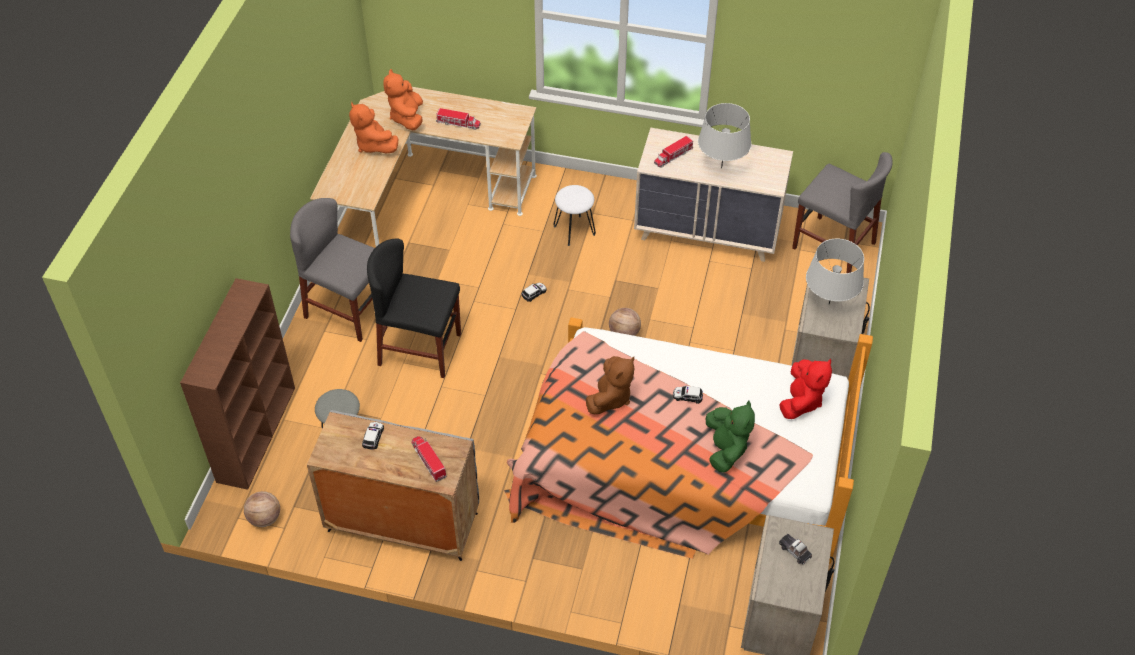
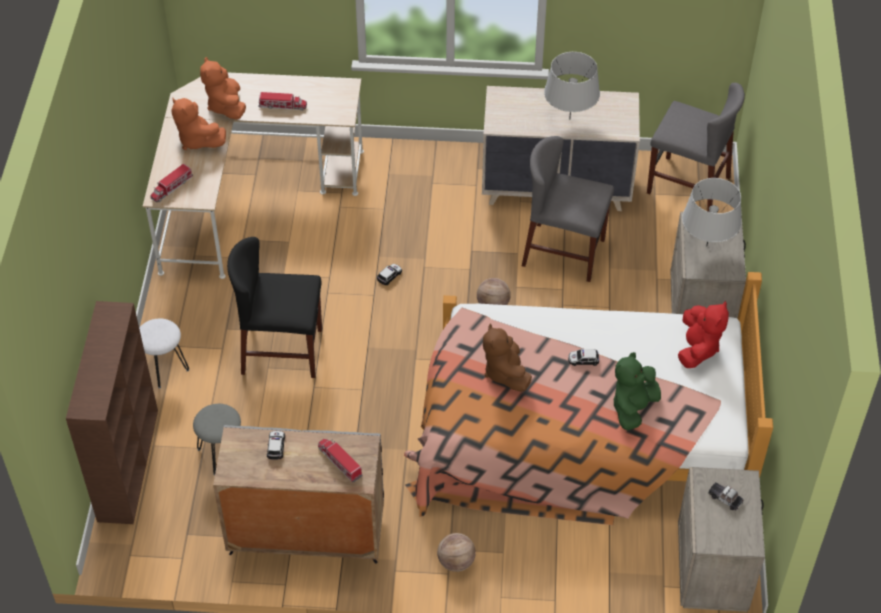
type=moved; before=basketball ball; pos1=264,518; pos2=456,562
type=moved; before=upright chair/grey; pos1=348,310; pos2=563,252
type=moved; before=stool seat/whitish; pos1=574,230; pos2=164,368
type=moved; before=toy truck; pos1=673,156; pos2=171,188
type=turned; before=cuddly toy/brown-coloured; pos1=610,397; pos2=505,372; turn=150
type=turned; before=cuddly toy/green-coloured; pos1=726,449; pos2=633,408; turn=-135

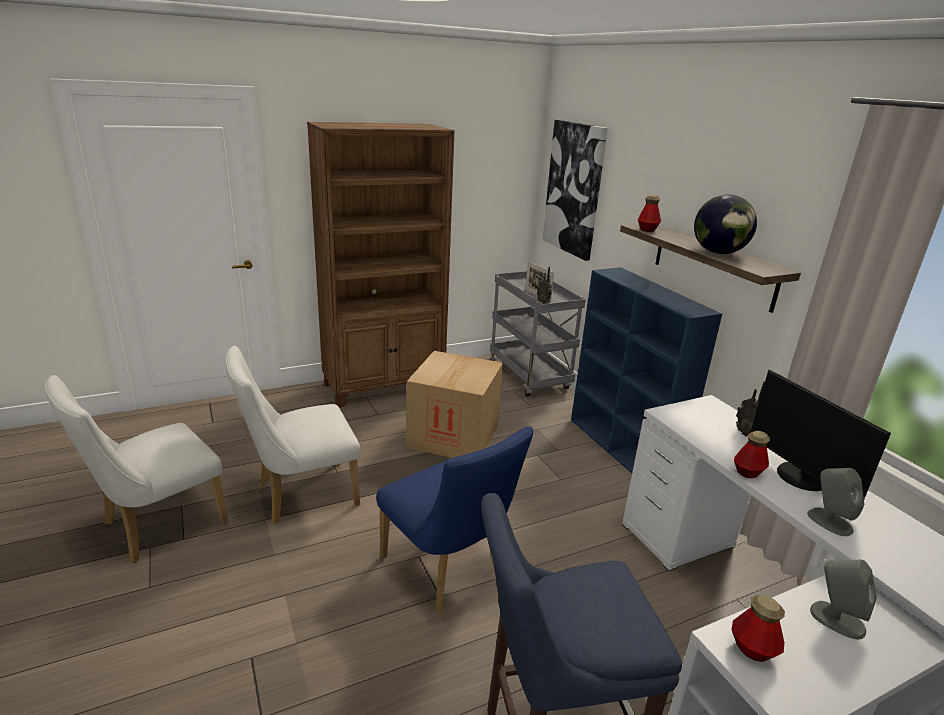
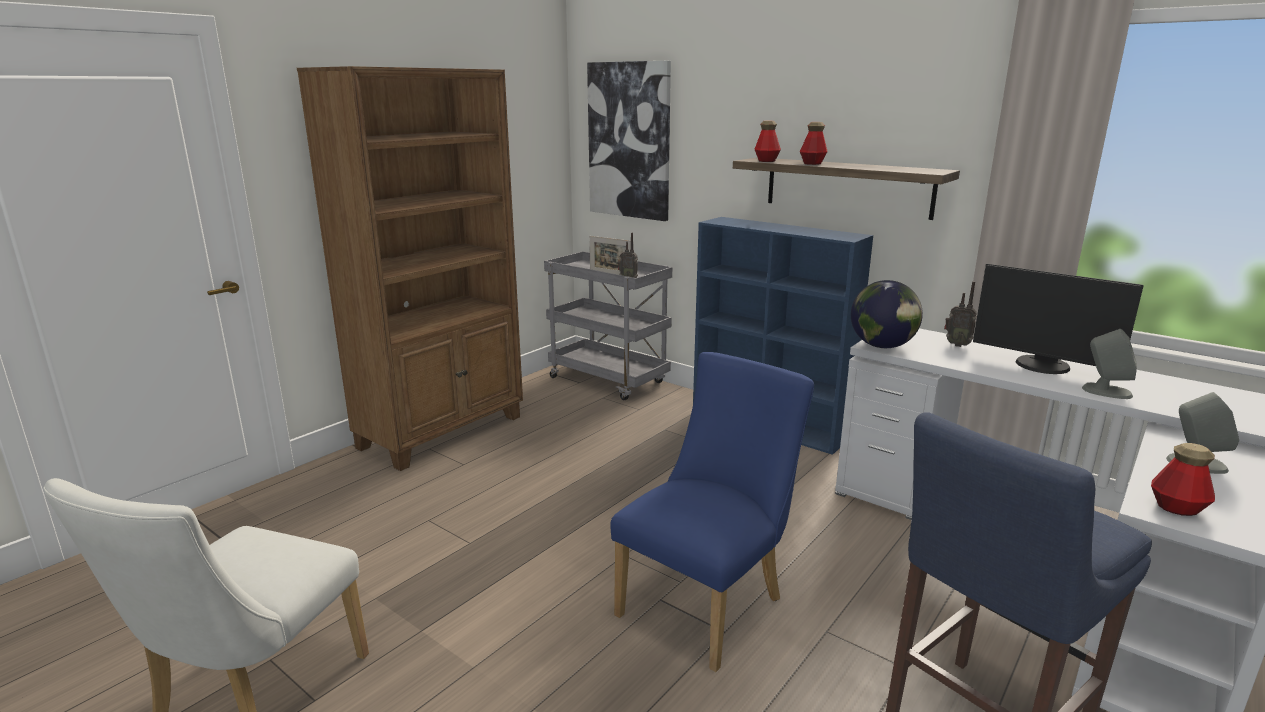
type=removed; before=upright chair/whitish; pos1=300,495
type=removed; before=packing box; pos1=453,436
type=moved; before=globe; pos1=718,253; pos2=882,346
type=moved; before=bottle; pos1=748,472; pos2=812,163
type=turned; before=upright chair/blue; pos1=448,571; pos2=708,602; turn=-75

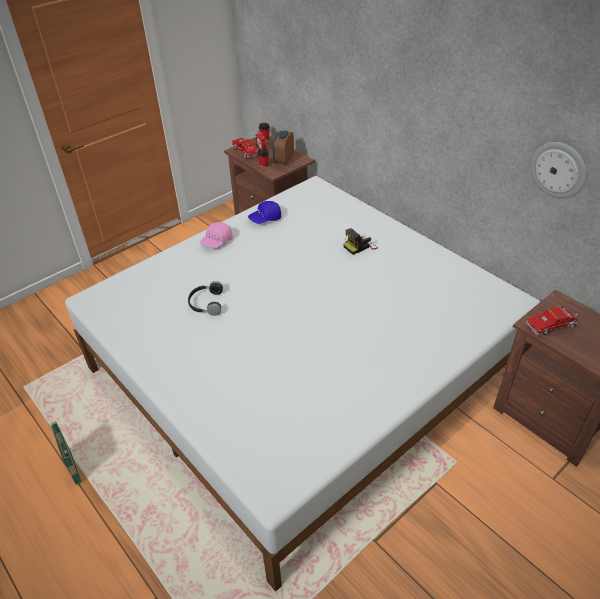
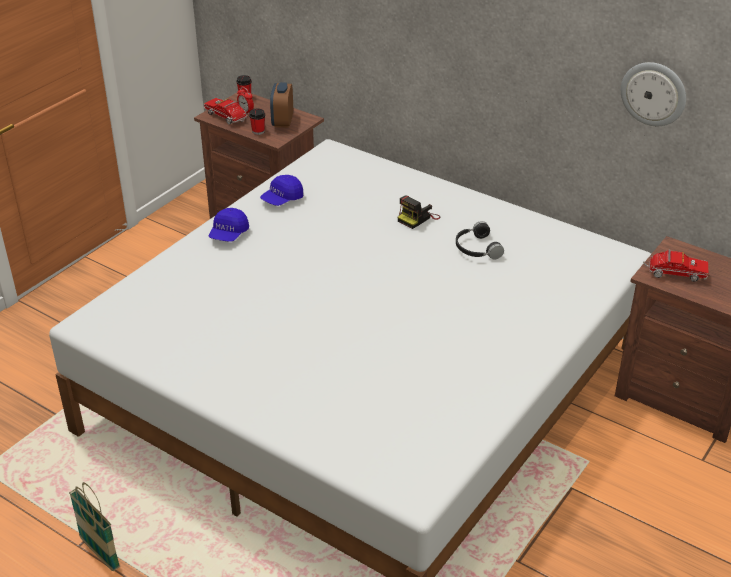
type=moved; before=headset/black-coloured; pos1=206,303; pos2=476,249
type=recoloured; before=baseball cap/pink-coloured; after=baseball cap/blue; pos1=217,241; pos2=229,234
type=turned; before=toy truck; pos1=552,325; pos2=673,274; turn=-135

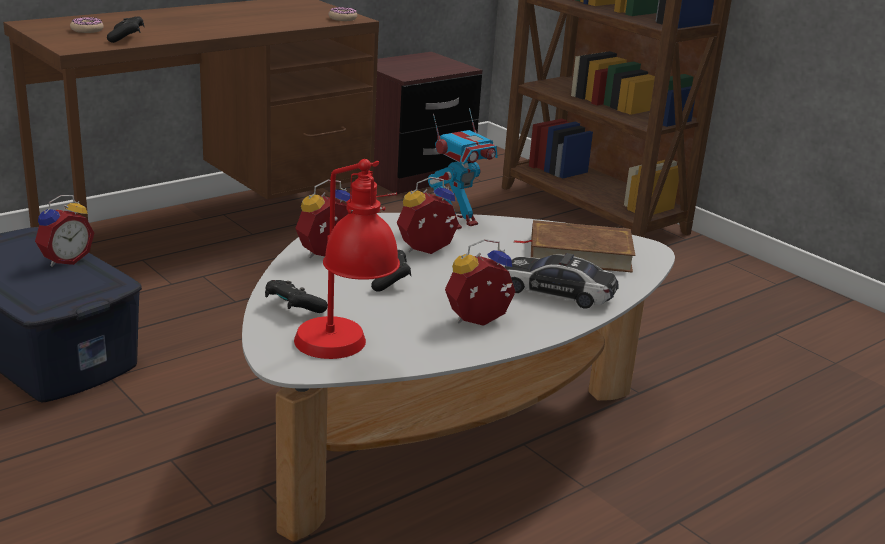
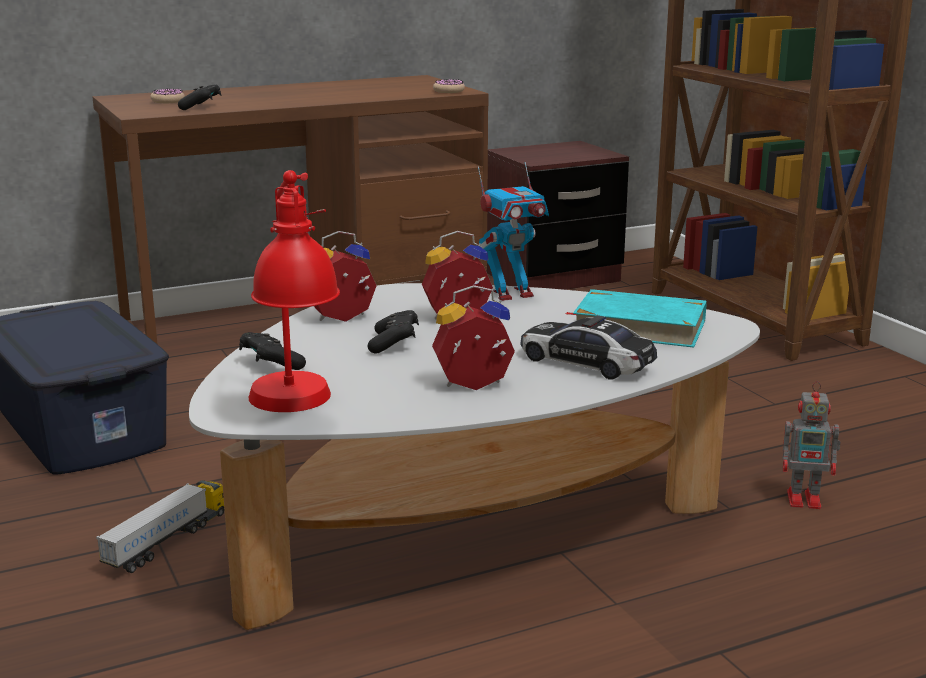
type=removed; before=table clock; pos1=65,260
type=added; after=toy truck; pos2=169,541
type=added; after=toy robot; pos2=806,499
type=recoloured; before=book/brown-coloured; after=book/blue-green; pos1=579,253; pos2=639,327

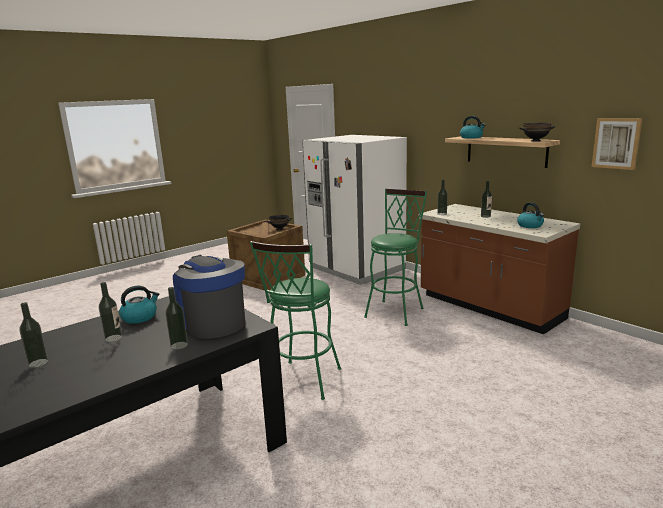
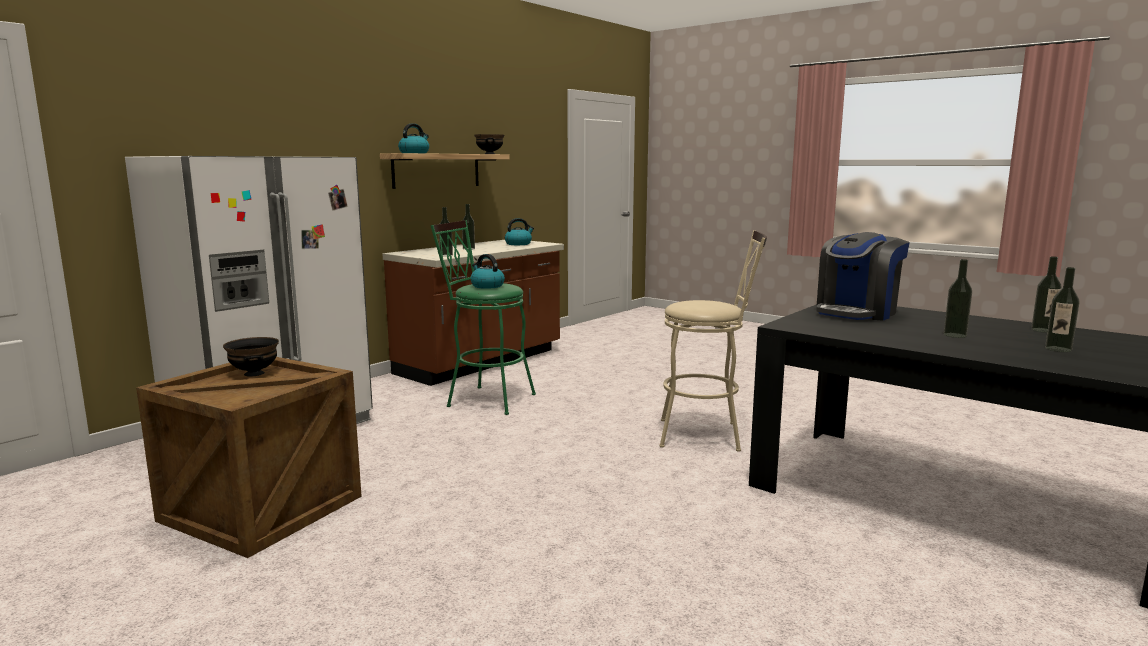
type=removed; before=wall art; pos1=616,143
type=moved; before=water kettle; pos1=140,317; pos2=487,286
type=moved; before=bottle; pos1=179,345; pos2=1043,330
type=recoloured; before=stool seat/green-coloured; after=stool seat/beige-coloured; pos1=302,383; pos2=708,435

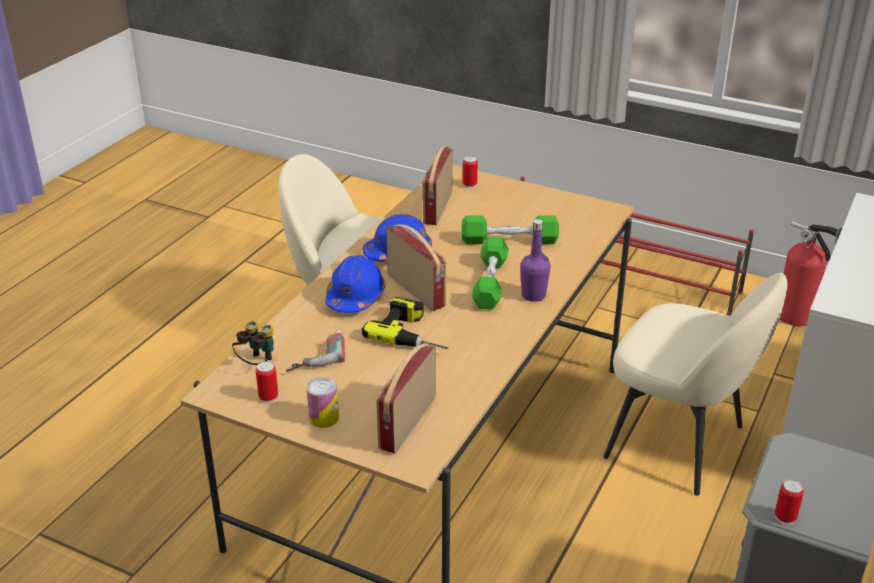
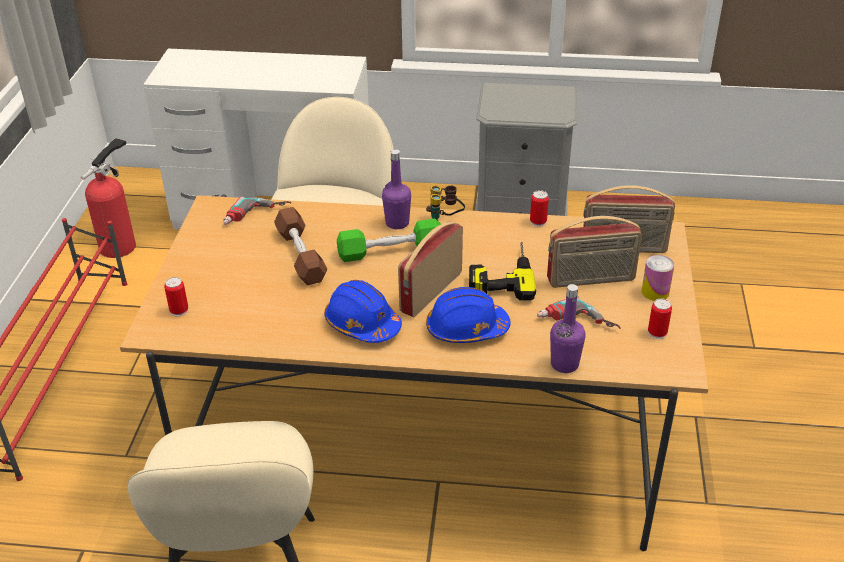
type=added; after=electric drill; pos2=257,216
type=added; after=bottle/purple-coloured; pos2=564,364
type=moved; before=pair of binoculars; pos1=257,363; pos2=445,221
type=moved; before=radio set; pos1=437,208; pos2=591,280
type=moved; before=can; pos1=785,517; pos2=538,222
type=recoloured; before=hand weight/green-coloured; after=hand weight/brown-coloured; pos1=509,240; pos2=301,256

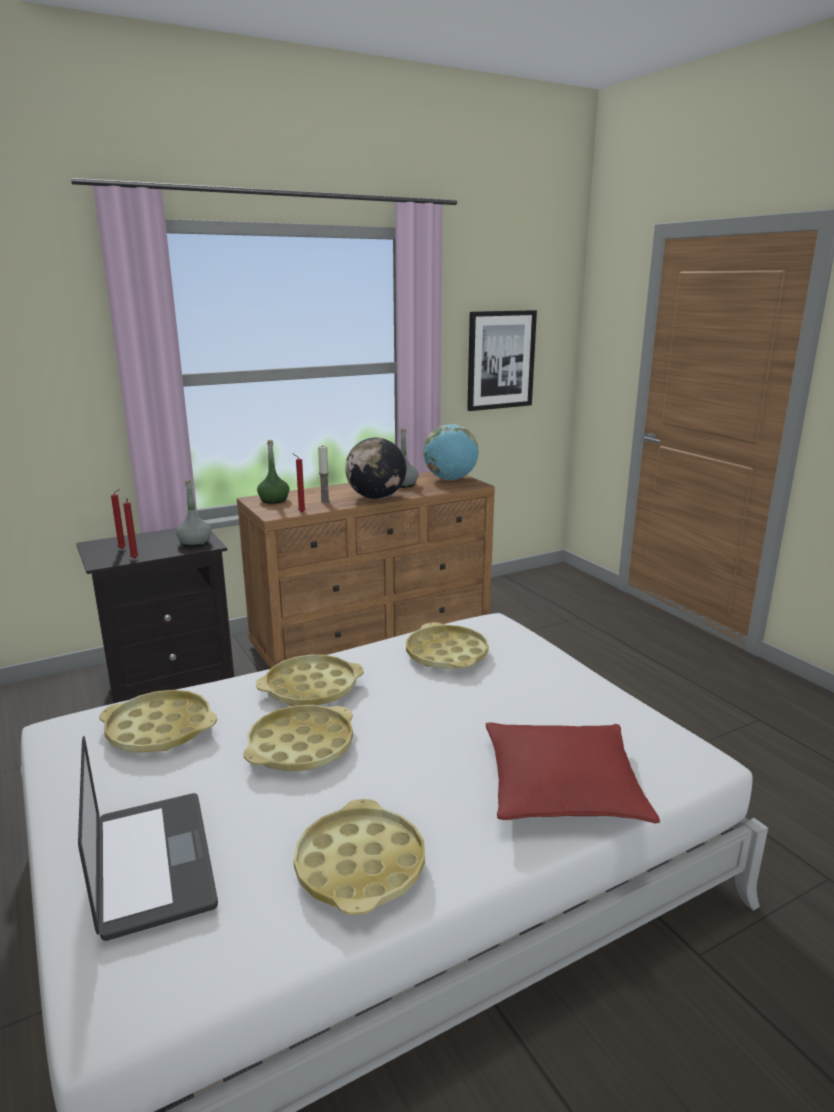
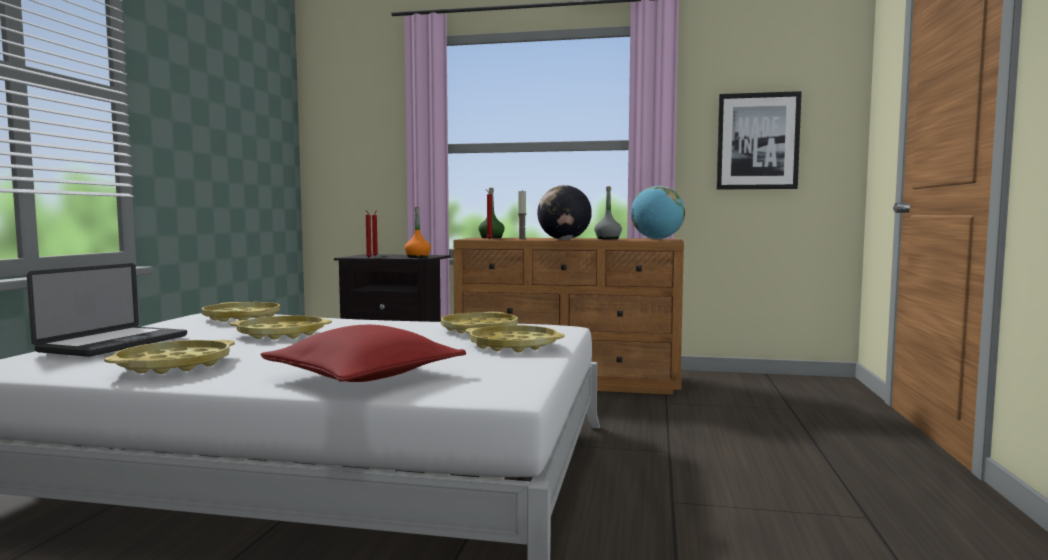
type=moved; before=tray/yellow-coloured; pos1=311,688; pos2=513,345
type=recoloured; before=bottle/grey; after=bottle/orangey; pos1=195,543; pos2=417,257

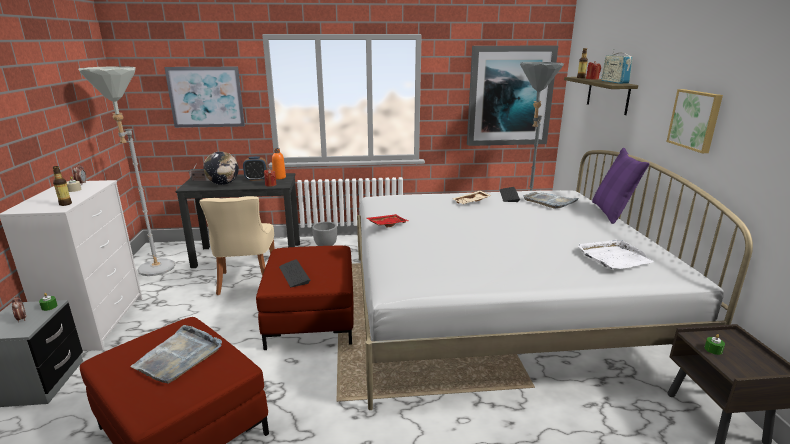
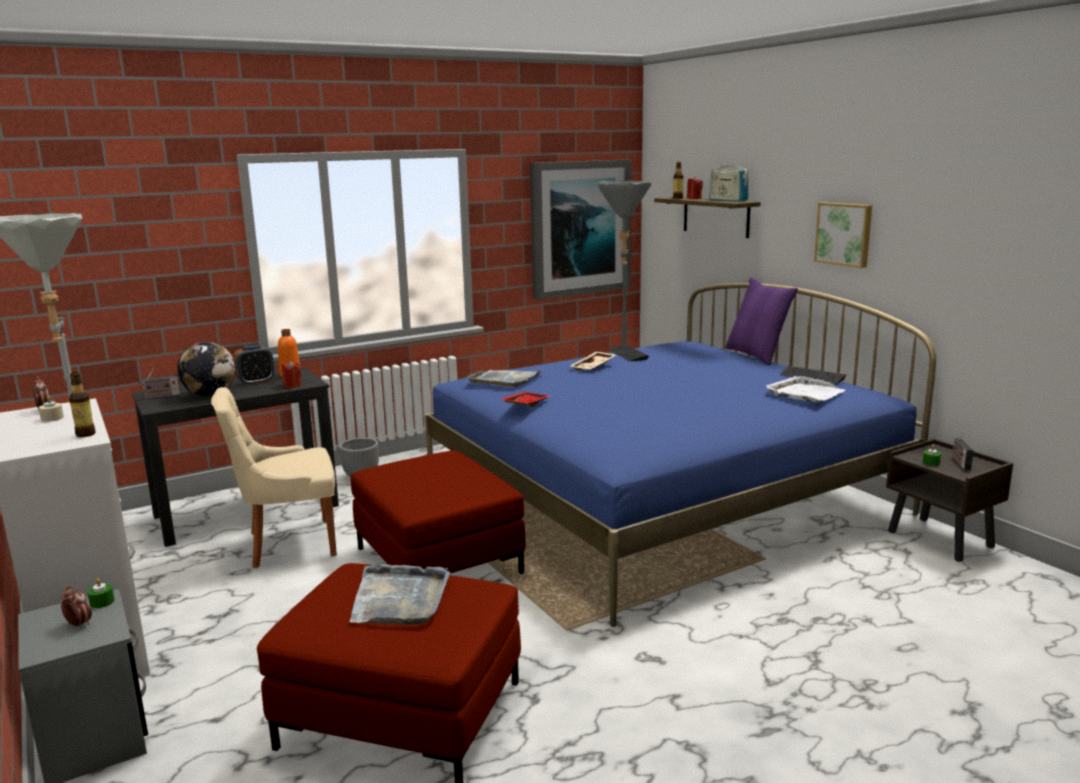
type=removed; before=wall art; pos1=206,97
type=added; after=radio set; pos2=960,463
type=moved; before=PC keyboard; pos1=294,274; pos2=812,376
type=moved; before=tray/grey; pos1=550,201; pos2=505,379
type=recoloured; before=bed/whitish; after=bed/blue; pos1=497,308; pos2=660,498
type=turned; before=upright chair/beige-coloured; pos1=246,282; pos2=288,544; turn=105

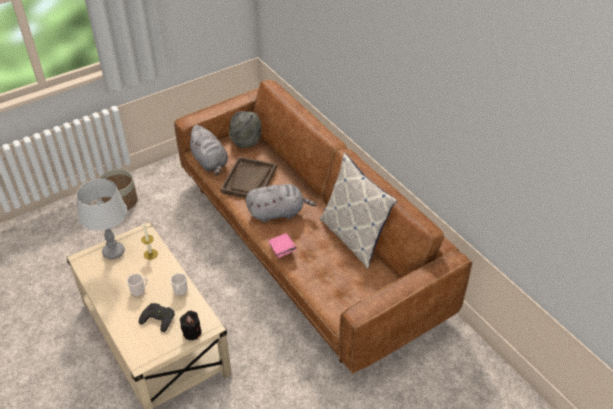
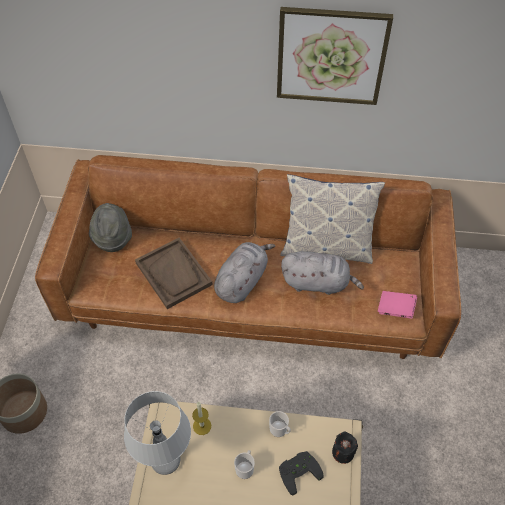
type=added; after=wall art; pos2=331,56
type=moved; before=cuddly toy/grey; pos1=210,162; pos2=318,283
type=moved; before=book/pink-coloured; pos1=282,250; pos2=395,309

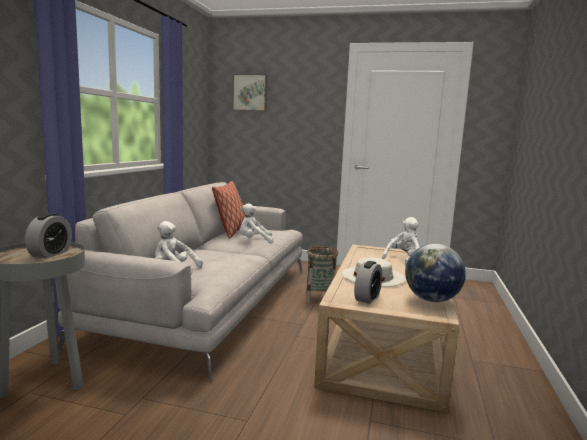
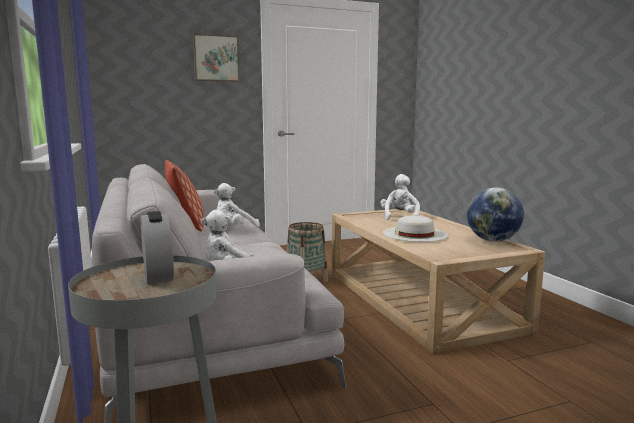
type=removed; before=table clock; pos1=367,298
type=moved; before=wall art; pos1=250,92; pos2=216,58

